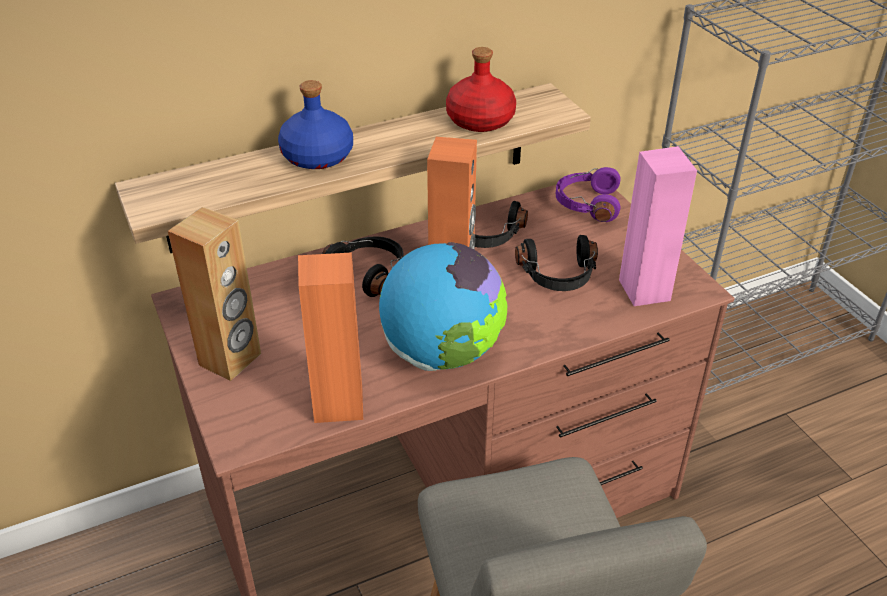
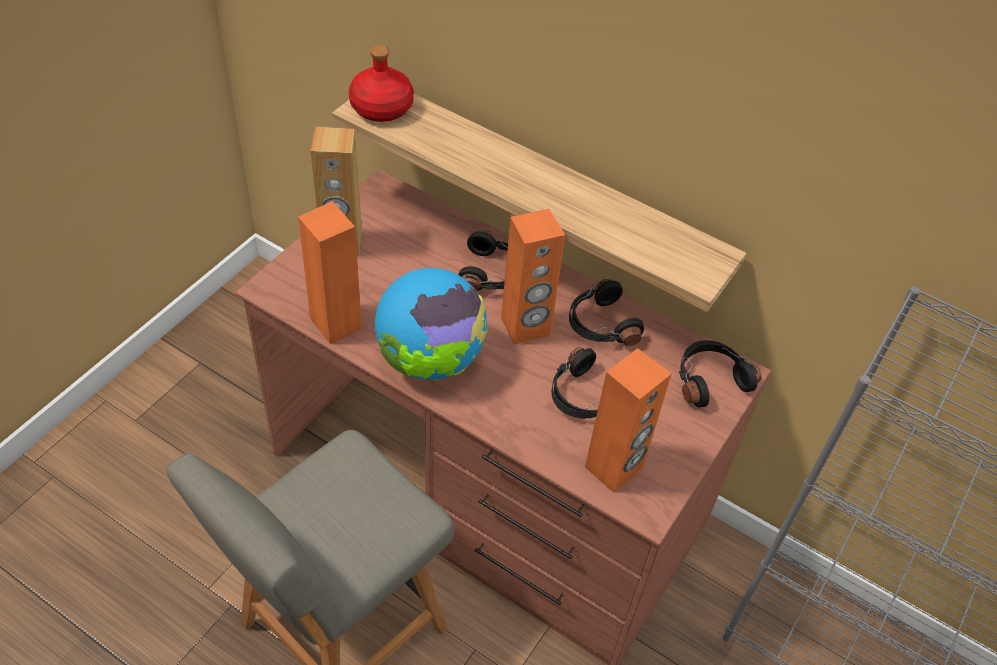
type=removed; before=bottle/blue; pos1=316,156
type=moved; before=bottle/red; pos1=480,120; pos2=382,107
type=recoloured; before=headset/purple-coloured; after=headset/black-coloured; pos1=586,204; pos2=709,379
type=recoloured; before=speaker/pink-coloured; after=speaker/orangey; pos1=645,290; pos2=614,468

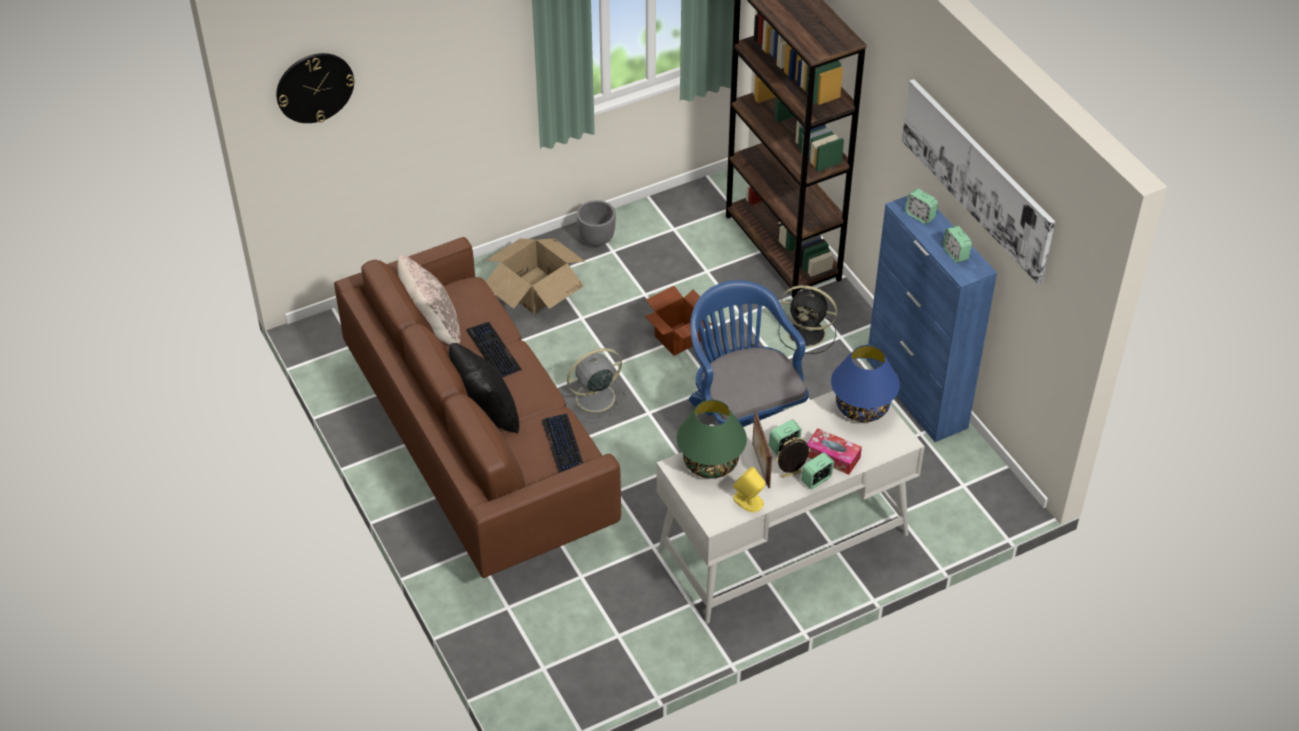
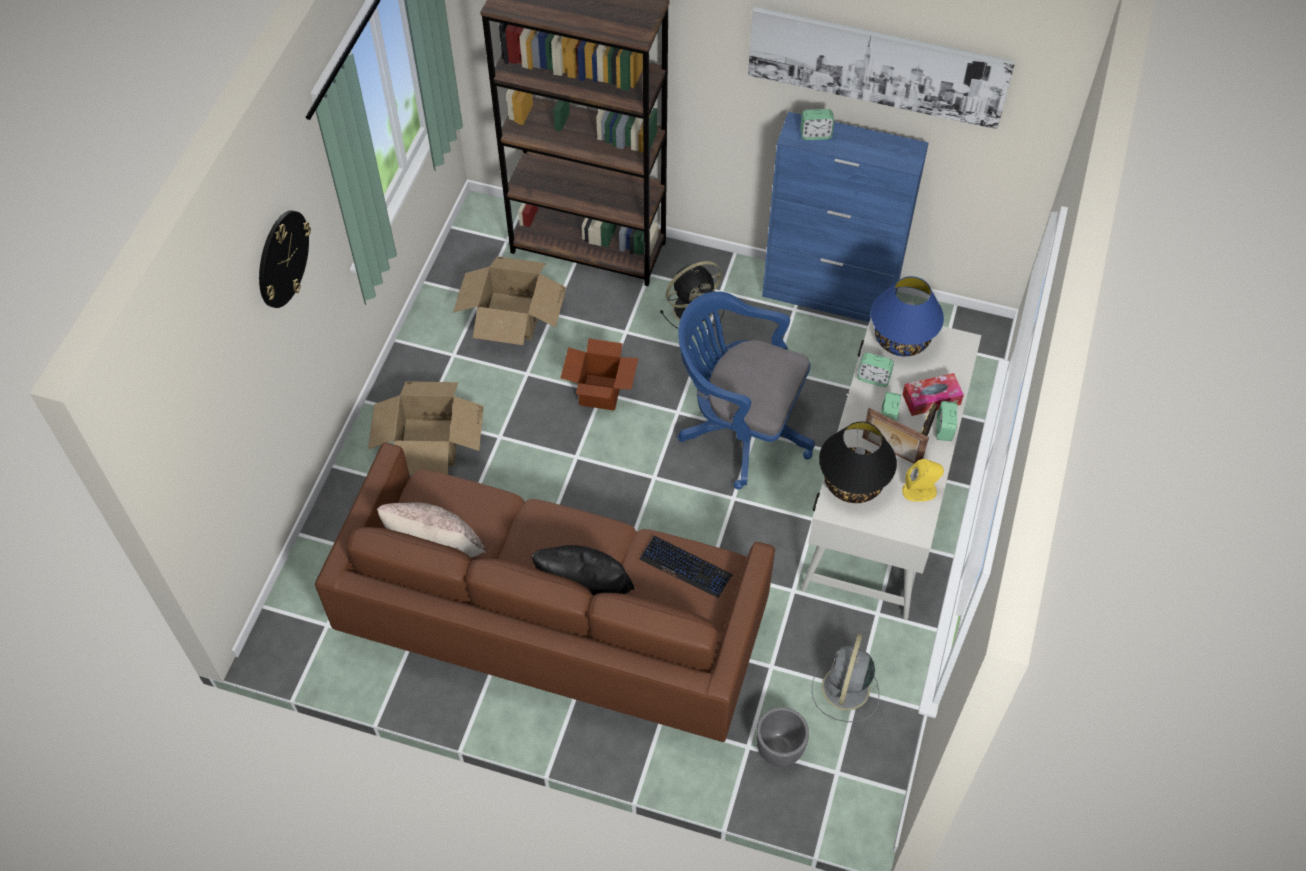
type=removed; before=PC keyboard; pos1=493,351
type=added; after=packing box; pos2=512,315
type=moved; before=wall clock; pos1=314,87; pos2=282,258
type=moved; before=electric fan/grey; pos1=593,398; pos2=845,690
type=moved; before=flower pot/grey; pos1=596,239; pos2=779,749
type=moved; before=table clock; pos1=955,254; pos2=873,378
type=recoloured; before=table lamp/green-coloured; after=table lamp/black-coloured; pos1=710,463; pos2=853,483

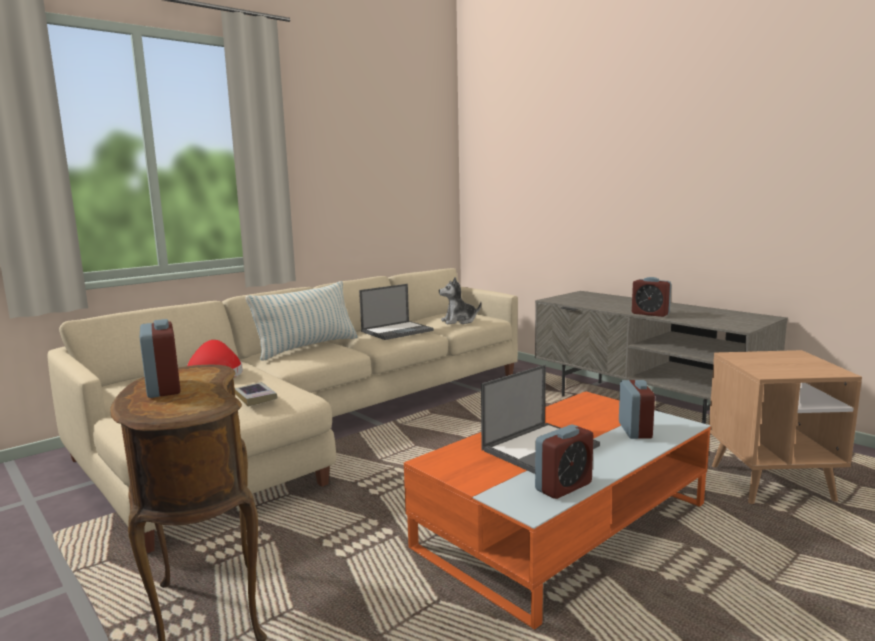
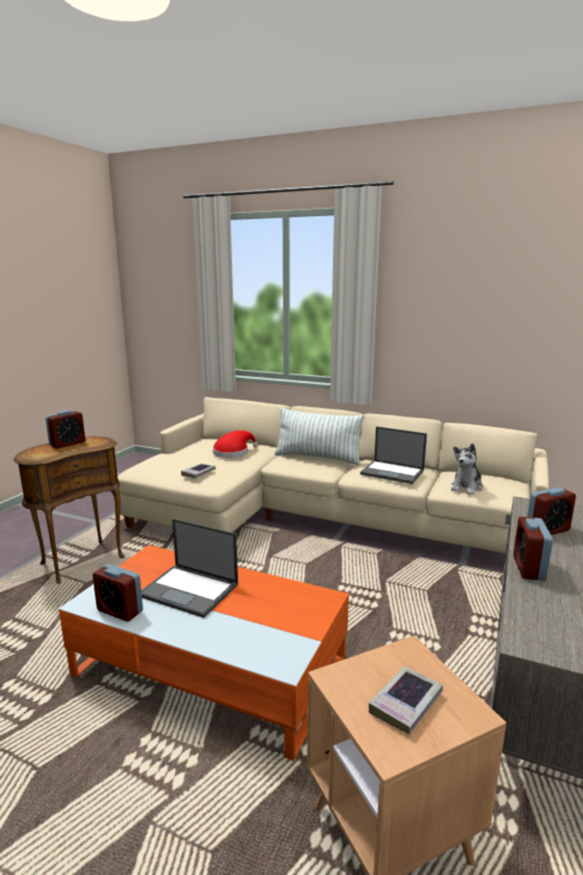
type=added; after=book; pos2=406,703
type=moved; before=table clock; pos1=634,430; pos2=547,530
type=turned; before=cuddly toy; pos1=459,321; pos2=466,487; turn=-105

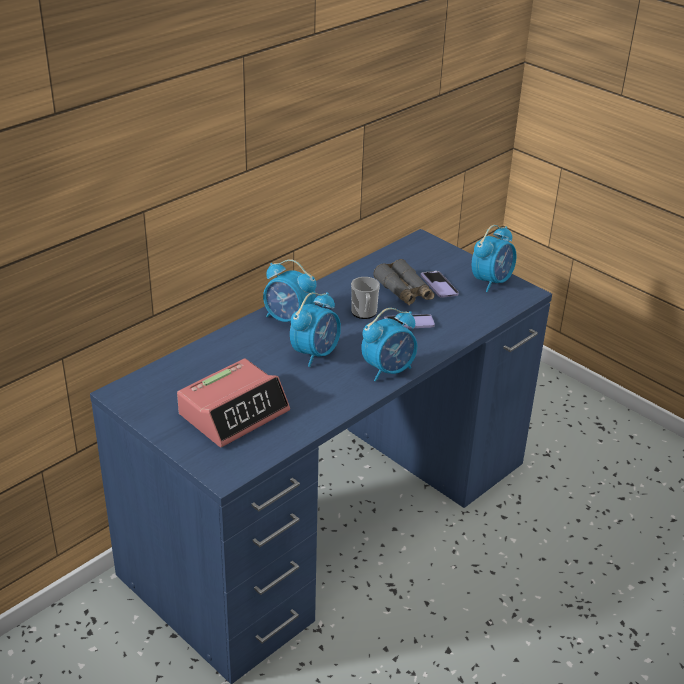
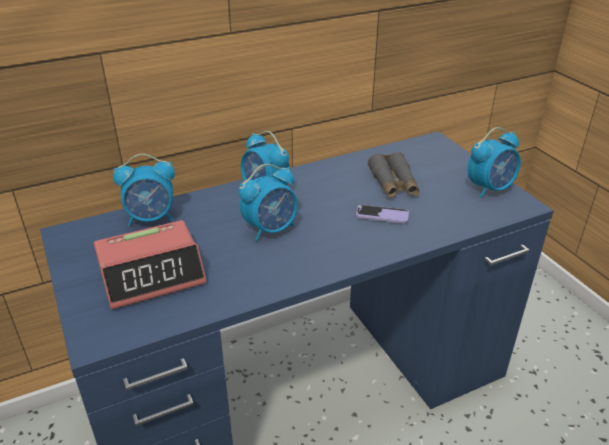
type=removed; before=tea mug; pos1=364,313
type=removed; before=telephone; pos1=439,285
type=moved; before=table clock; pos1=389,370; pos2=151,218

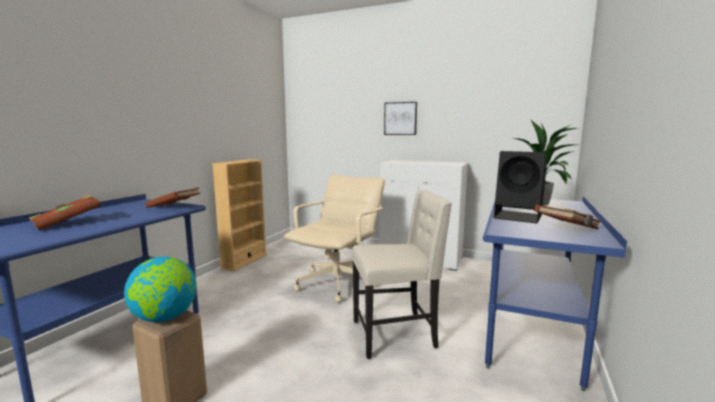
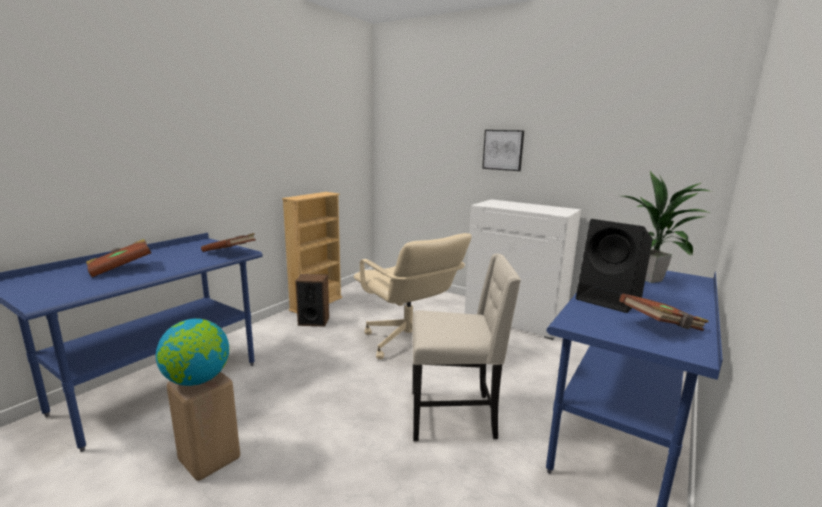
type=added; after=speaker; pos2=313,321
type=turned; before=office chair/beige-coloured; pos1=337,283; pos2=408,342; turn=105

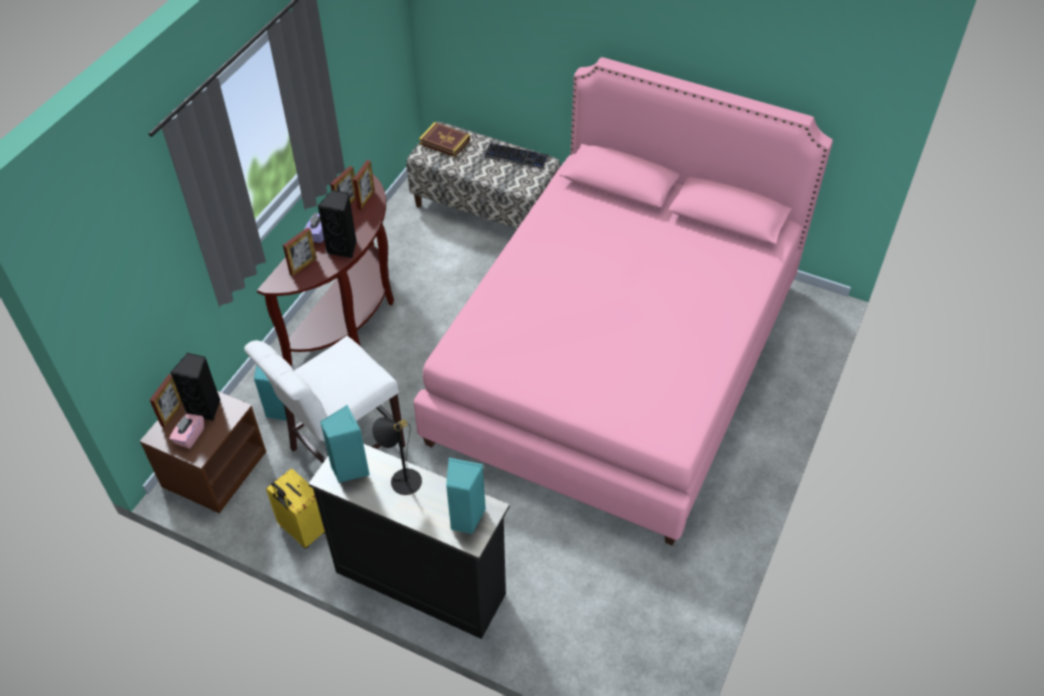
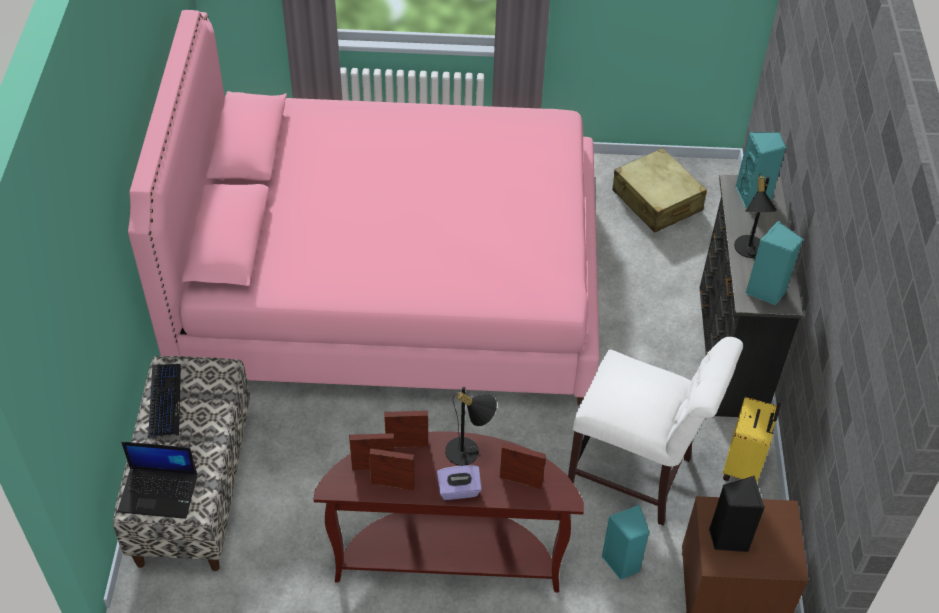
type=removed; before=tissue holder/pink-coloured; pos1=189,436
type=added; after=piece of luggage/beige-coloured; pos2=657,201
type=moved; before=standing frame; pos1=172,414; pos2=407,444
type=replaced; before=speaker/black-coloured; after=table lamp/black-coloured; pos1=344,248; pos2=469,452
type=replaced; before=book; after=notebook computer; pos1=444,142; pos2=159,492

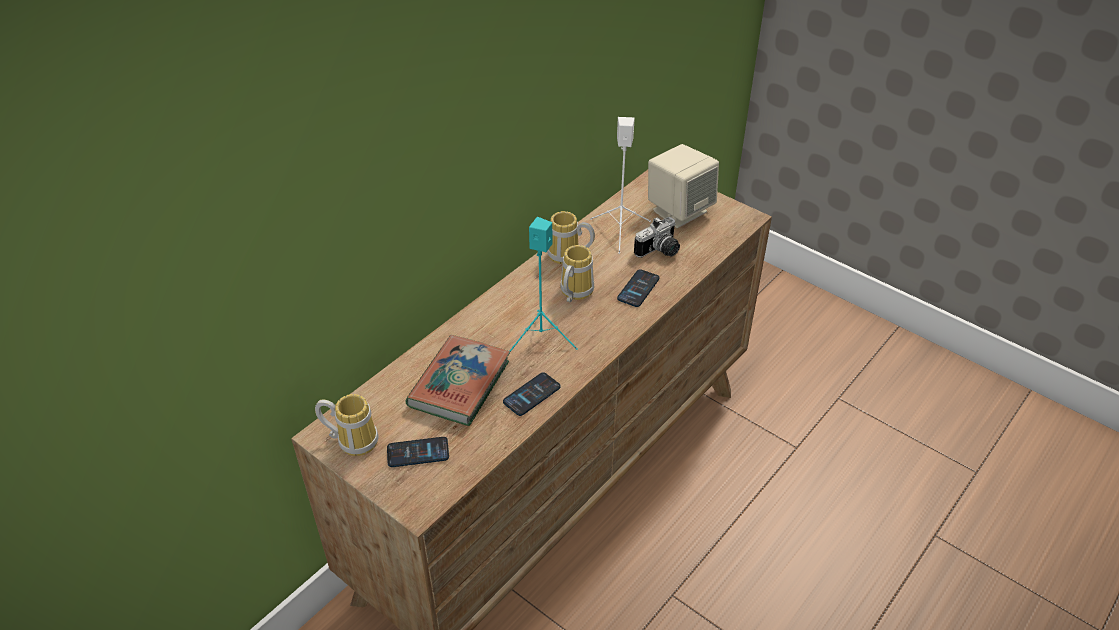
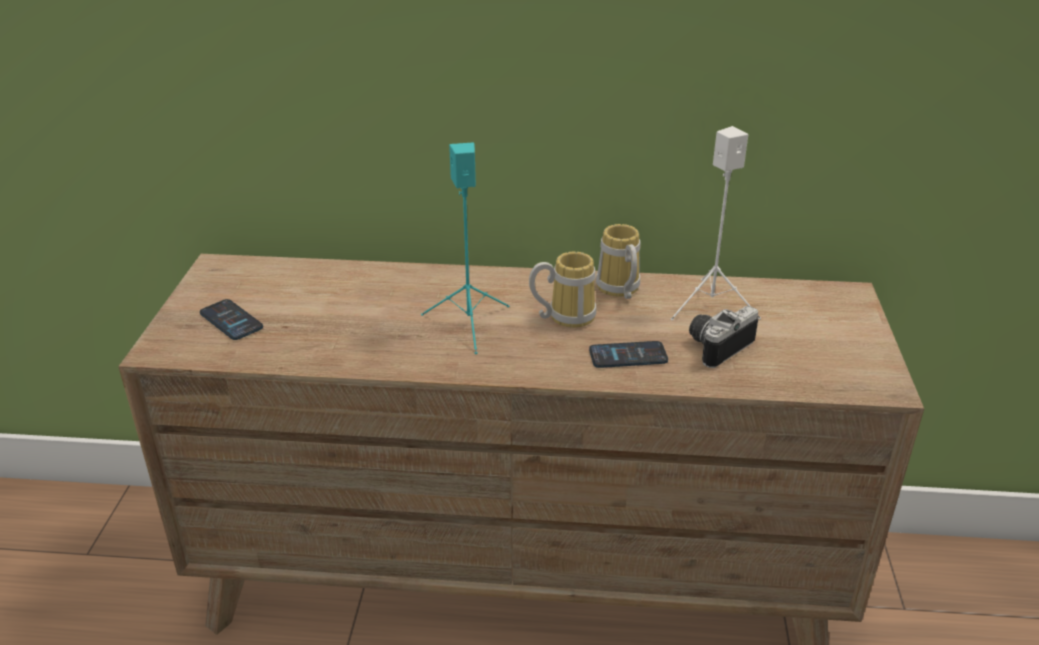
type=removed; before=tea mug; pos1=353,439
type=removed; before=book; pos1=459,384
type=removed; before=telephone; pos1=531,395
type=removed; before=speaker/beige-coloured; pos1=679,211
type=turned; before=still camera; pos1=660,251; pos2=716,346; turn=120

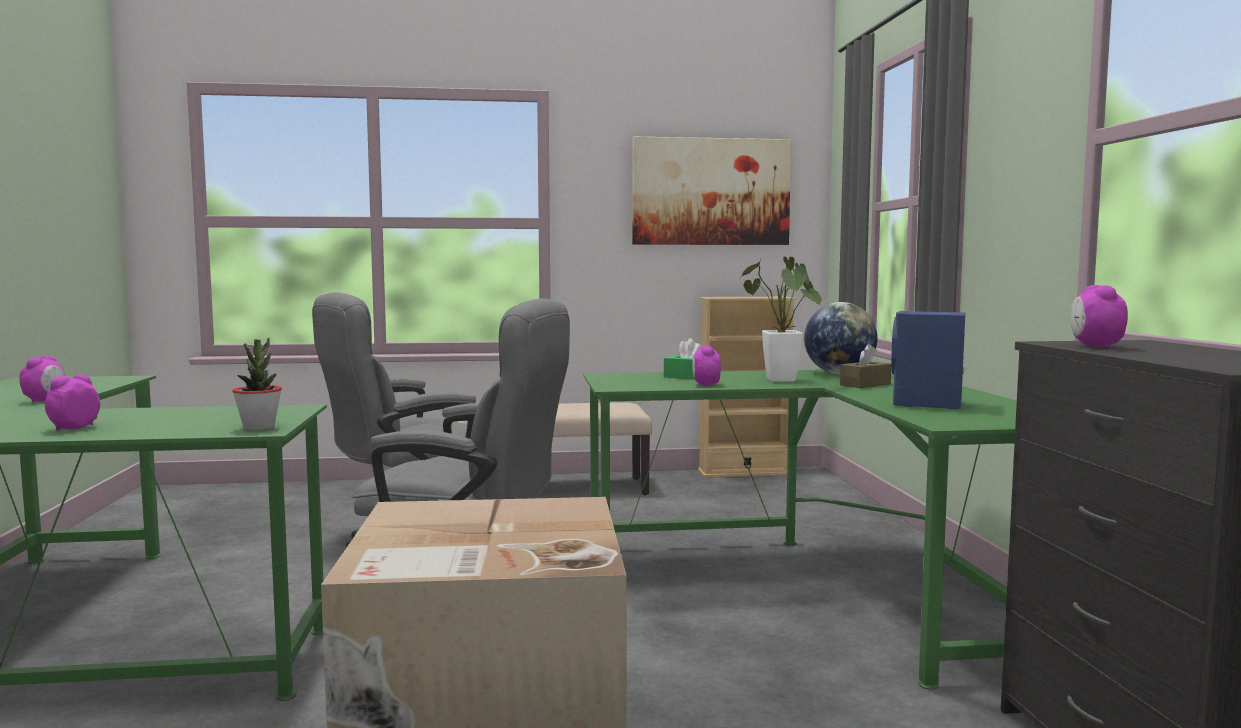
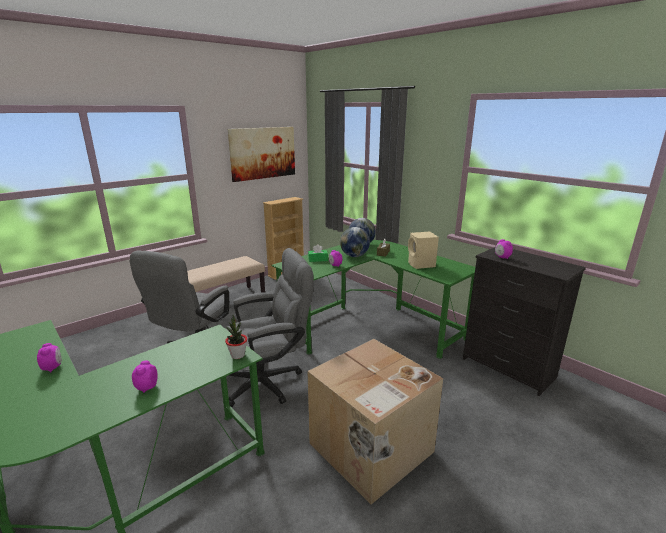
type=replaced; before=plant in a pot; after=globe; pos1=782,381; pos2=354,256
type=recoloured; before=speaker/blue; after=speaker/beige-coloured; pos1=926,404; pos2=421,265

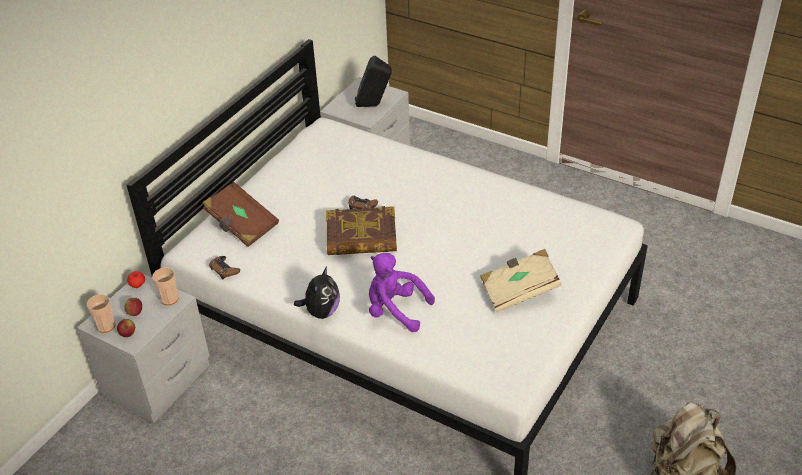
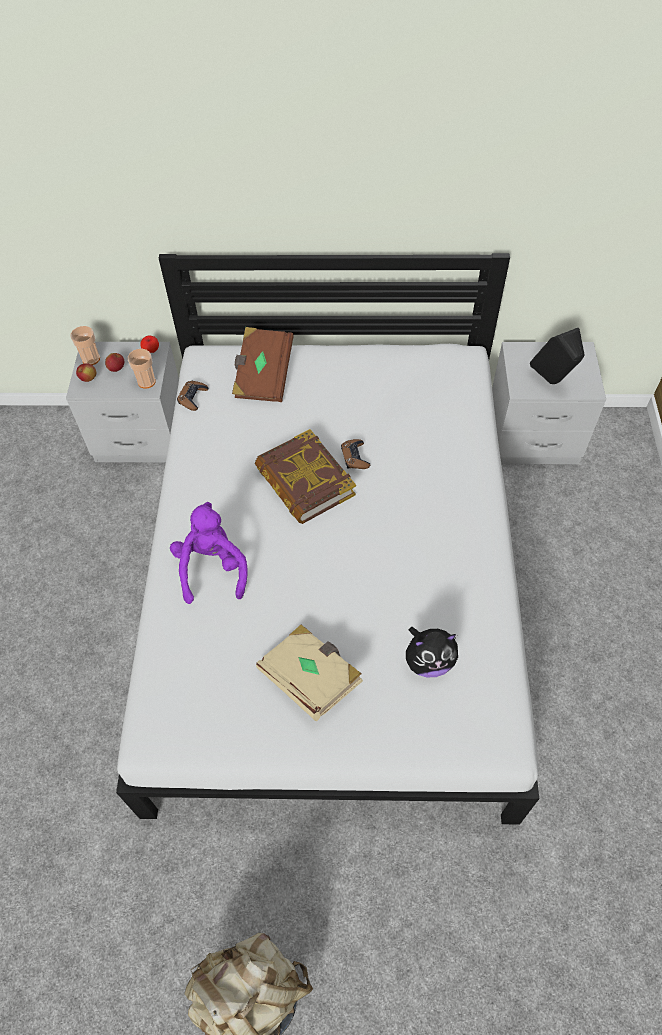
type=moved; before=cuddly toy; pos1=321,311; pos2=428,661

